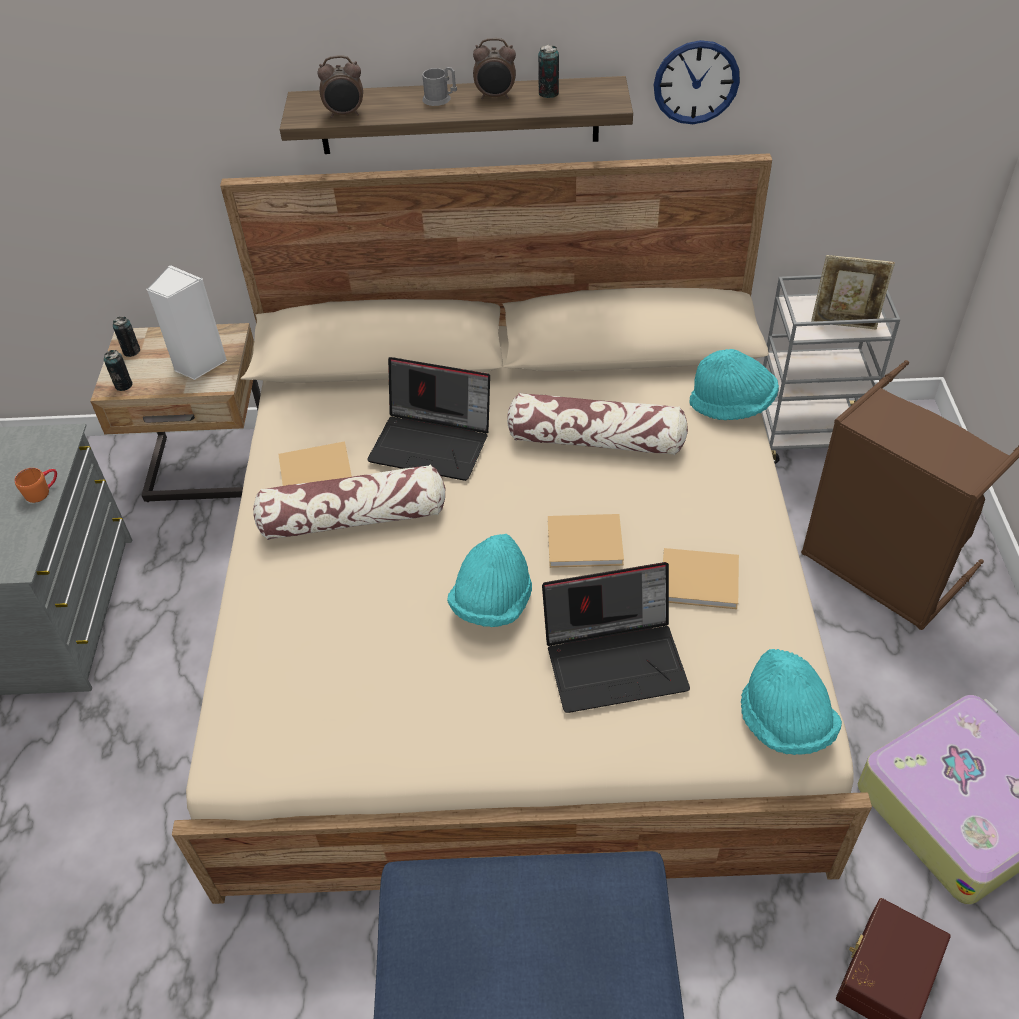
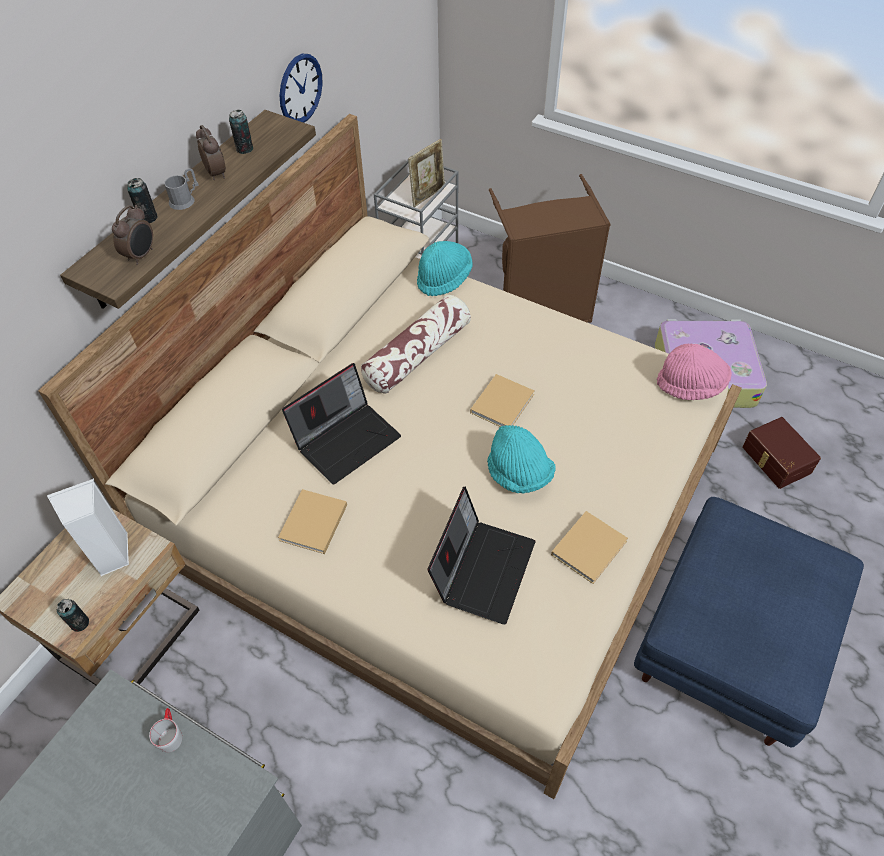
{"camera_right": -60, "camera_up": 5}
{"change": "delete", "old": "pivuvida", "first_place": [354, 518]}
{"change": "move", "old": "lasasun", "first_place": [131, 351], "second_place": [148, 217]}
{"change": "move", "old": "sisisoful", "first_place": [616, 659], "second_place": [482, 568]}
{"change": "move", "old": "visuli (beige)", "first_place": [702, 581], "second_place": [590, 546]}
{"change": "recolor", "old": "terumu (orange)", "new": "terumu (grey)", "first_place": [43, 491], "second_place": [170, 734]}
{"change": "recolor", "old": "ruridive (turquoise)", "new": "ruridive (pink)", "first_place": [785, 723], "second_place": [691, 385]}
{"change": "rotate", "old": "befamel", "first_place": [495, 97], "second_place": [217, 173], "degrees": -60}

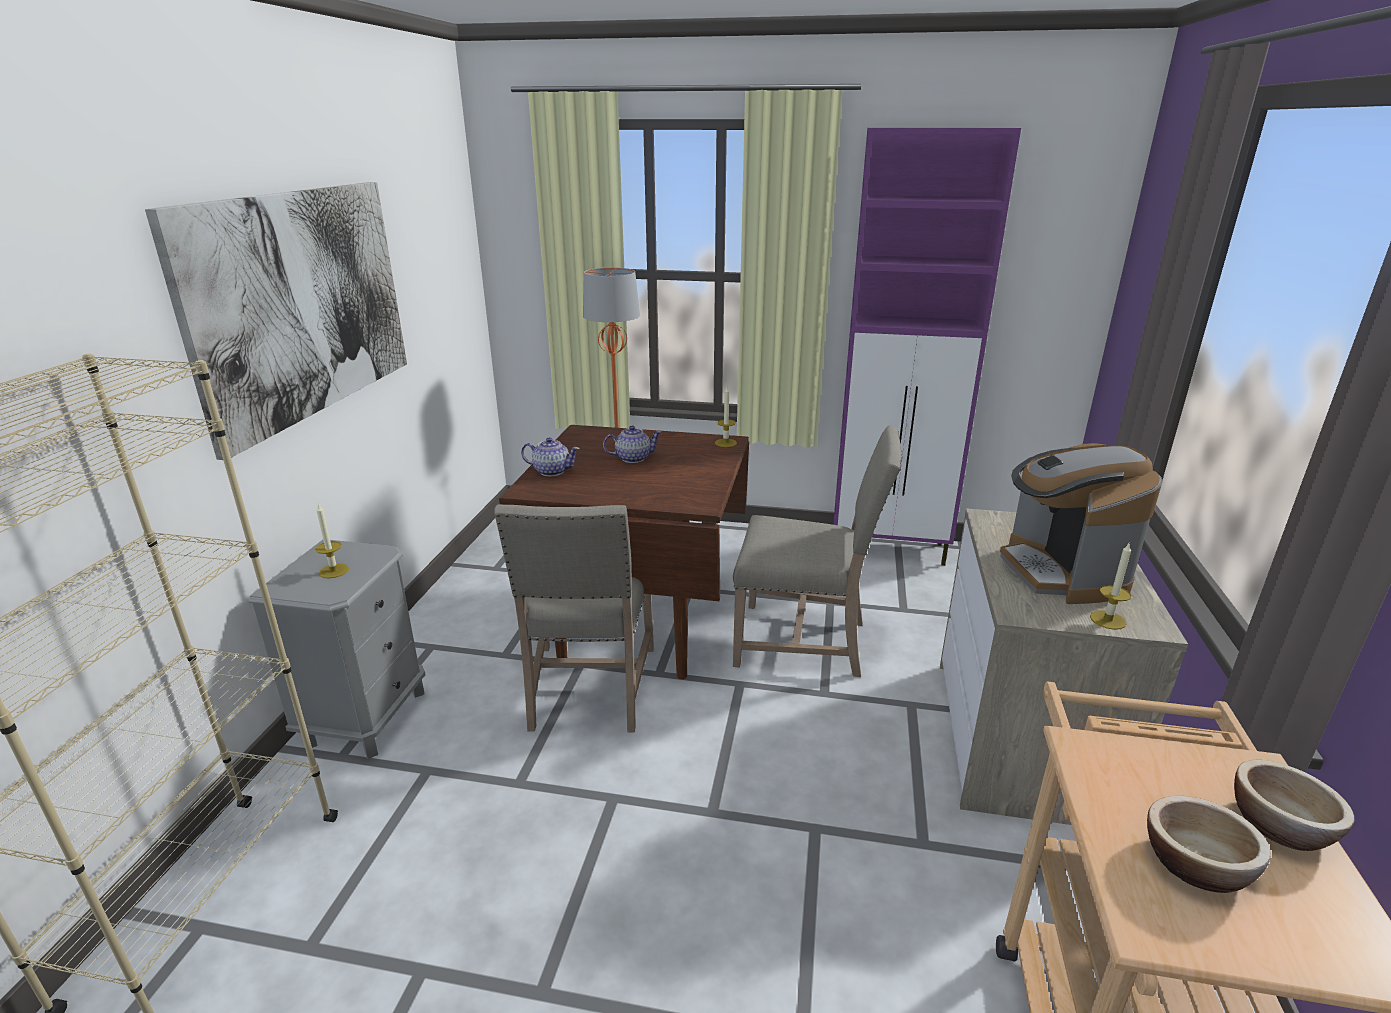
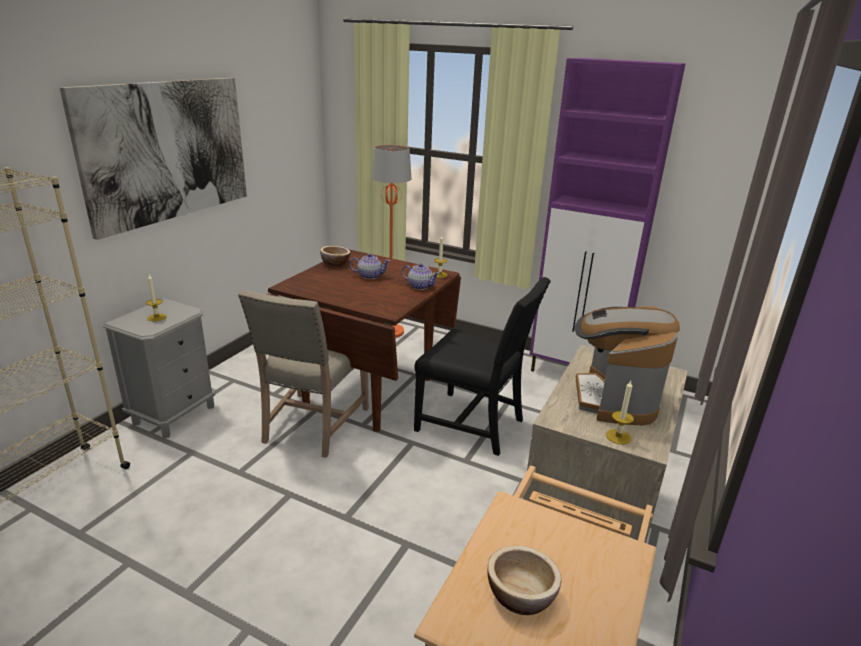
{"camera_right": 15, "camera_up": 0}
{"change": "move", "old": "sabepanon", "first_place": [551, 471], "second_place": [420, 286]}
{"change": "move", "old": "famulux", "first_place": [1279, 825], "second_place": [335, 263]}
{"change": "recolor", "old": "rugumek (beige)", "new": "rugumek (black)", "first_place": [805, 641], "second_place": [473, 424]}

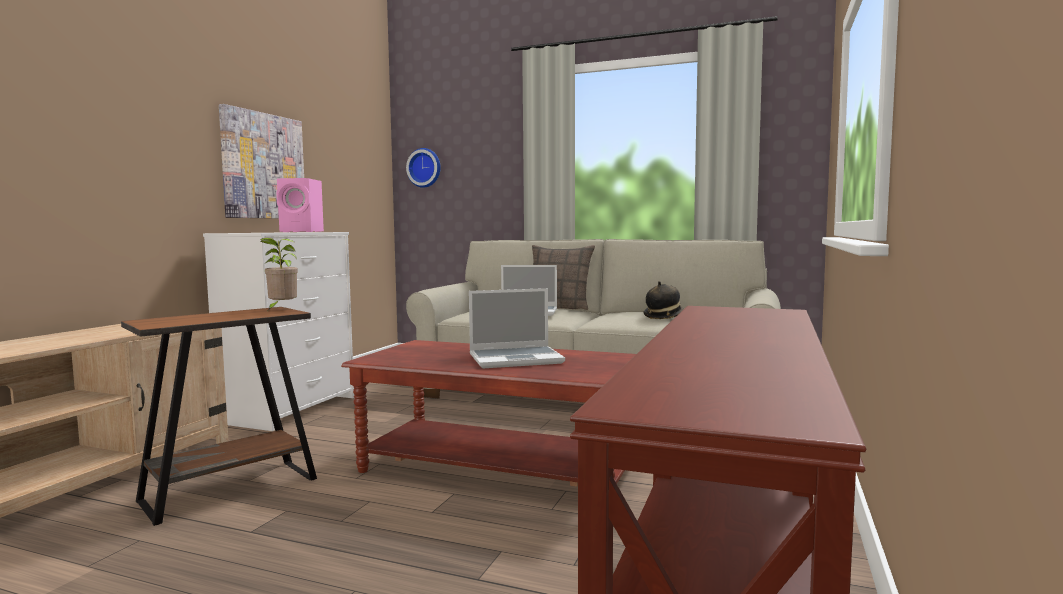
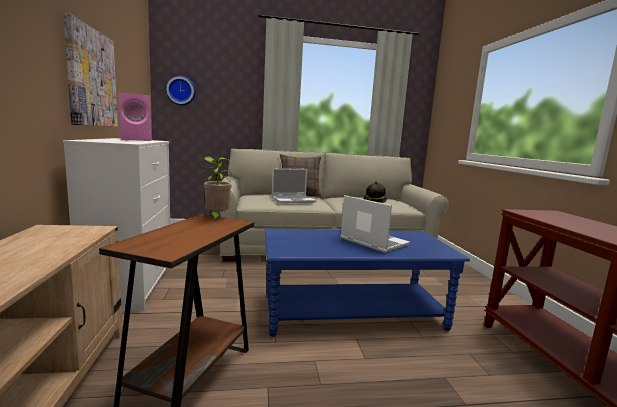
{"camera_right": -30, "camera_up": 5}
{"change": "recolor", "old": "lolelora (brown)", "new": "lolelora (blue)", "first_place": [500, 468], "second_place": [353, 312]}
{"change": "rotate", "old": "sisisoful", "first_place": [516, 359], "second_place": [372, 242], "degrees": -90}

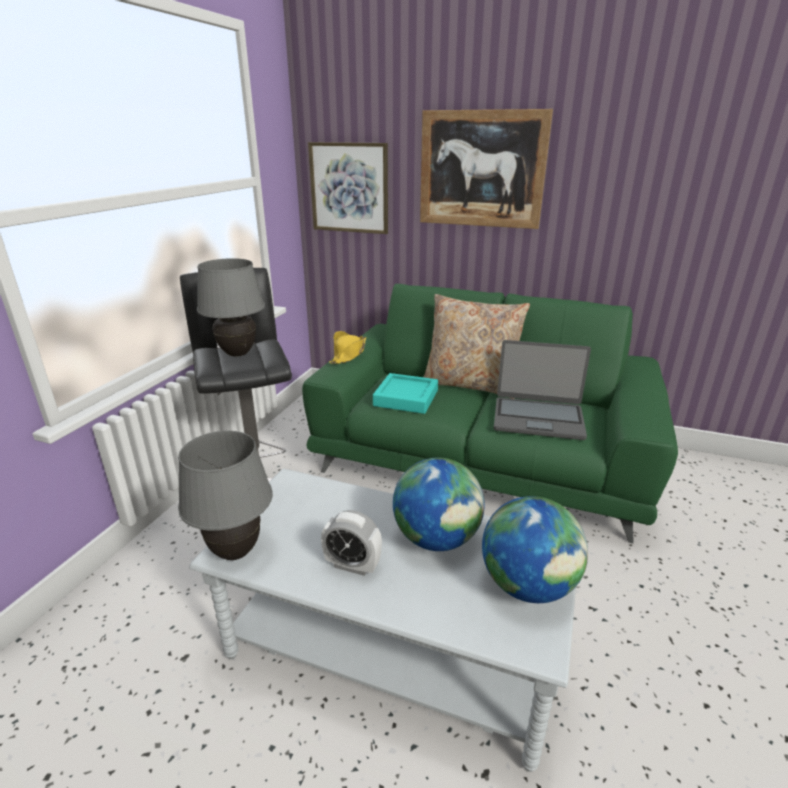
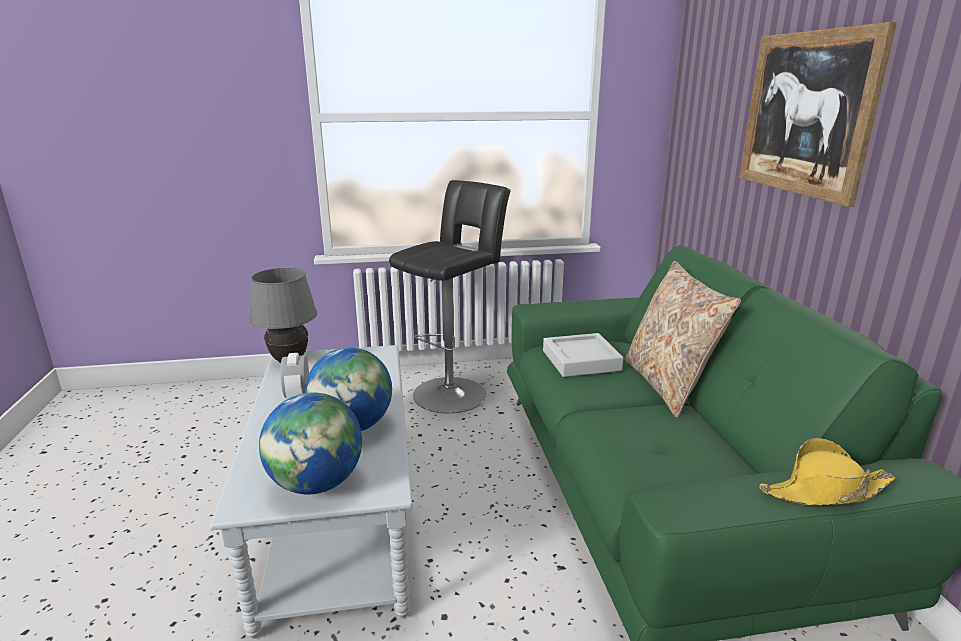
{"camera_right": 60, "camera_up": -5}
{"change": "delete", "old": "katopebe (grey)", "first_place": [237, 354]}
{"change": "delete", "old": "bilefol", "first_place": [349, 188]}
{"change": "delete", "old": "sisisoful", "first_place": [538, 418]}
{"change": "move", "old": "ruridive (yellow)", "first_place": [348, 354], "second_place": [824, 491]}
{"change": "recolor", "old": "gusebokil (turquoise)", "new": "gusebokil (grey)", "first_place": [406, 398], "second_place": [581, 360]}

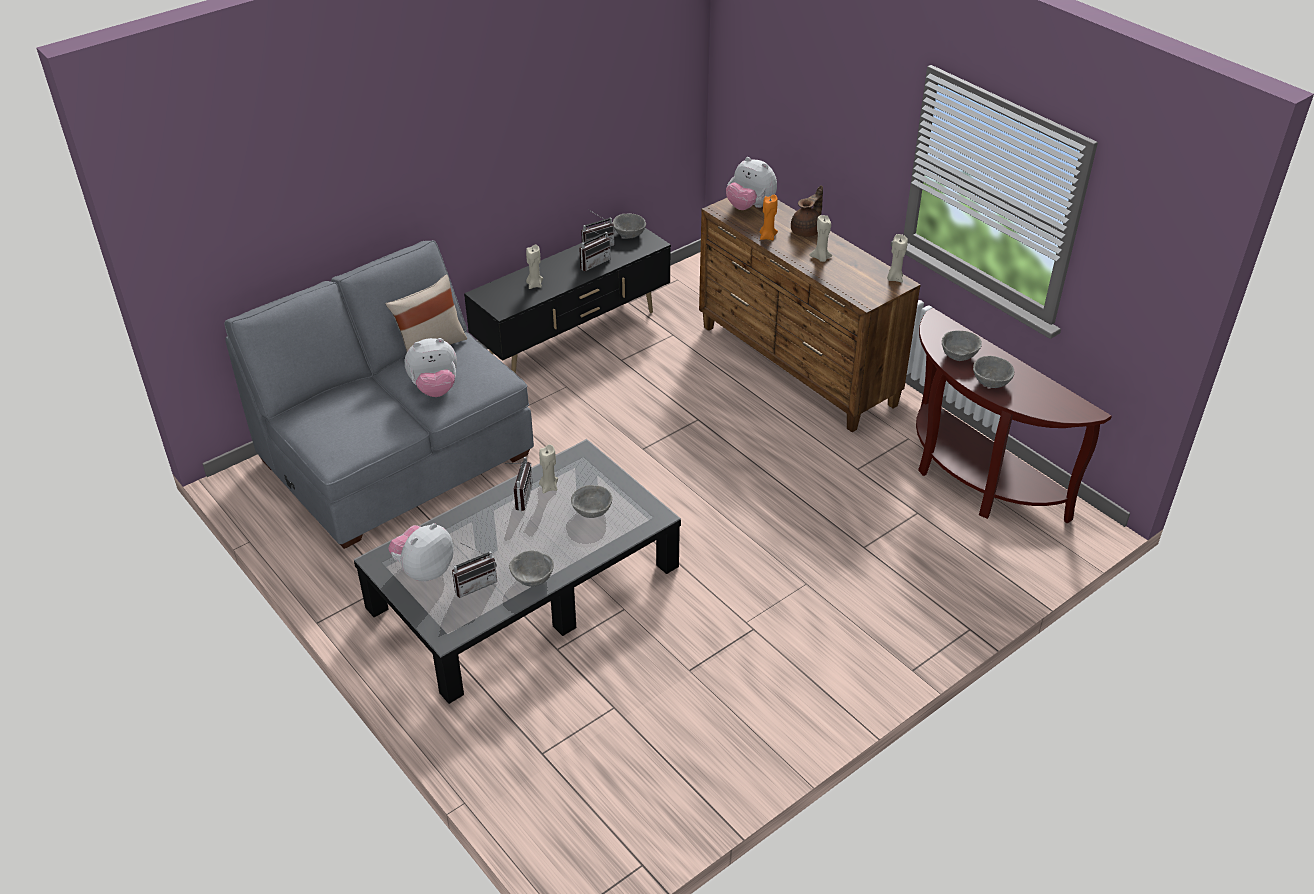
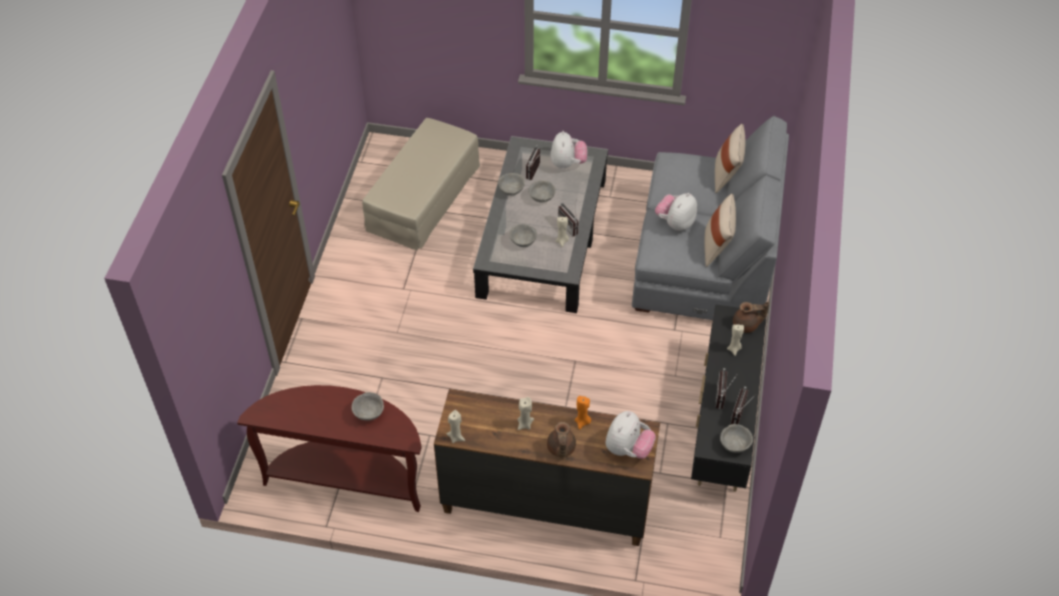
{"camera_right": 140, "camera_up": 10}
{"change": "insert", "new": "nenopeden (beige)", "second_place": [423, 196]}
{"change": "insert", "new": "pivuvida (beige)", "second_place": [726, 176]}
{"change": "insert", "new": "sabepanon (brown)", "second_place": [746, 325]}
{"change": "move", "old": "famulux (grey)", "first_place": [990, 382], "second_place": [542, 198]}
{"change": "rotate", "old": "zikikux", "first_place": [750, 207], "second_place": [628, 449], "degrees": 120}

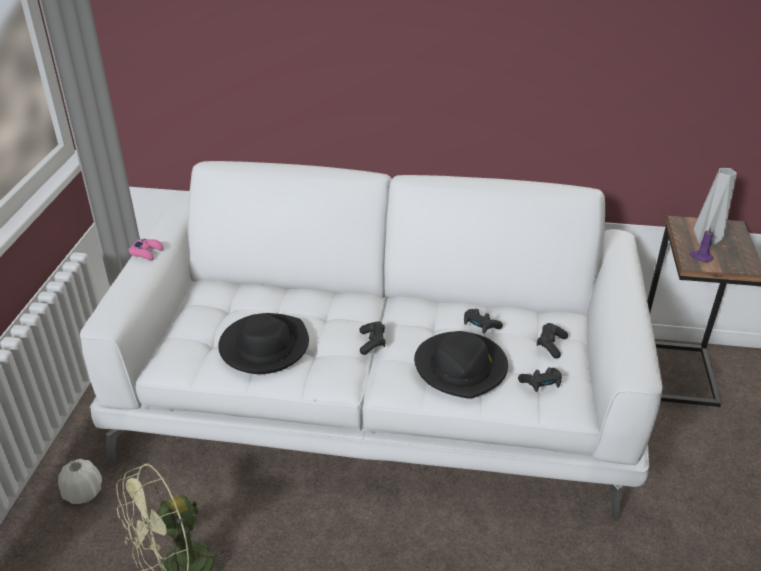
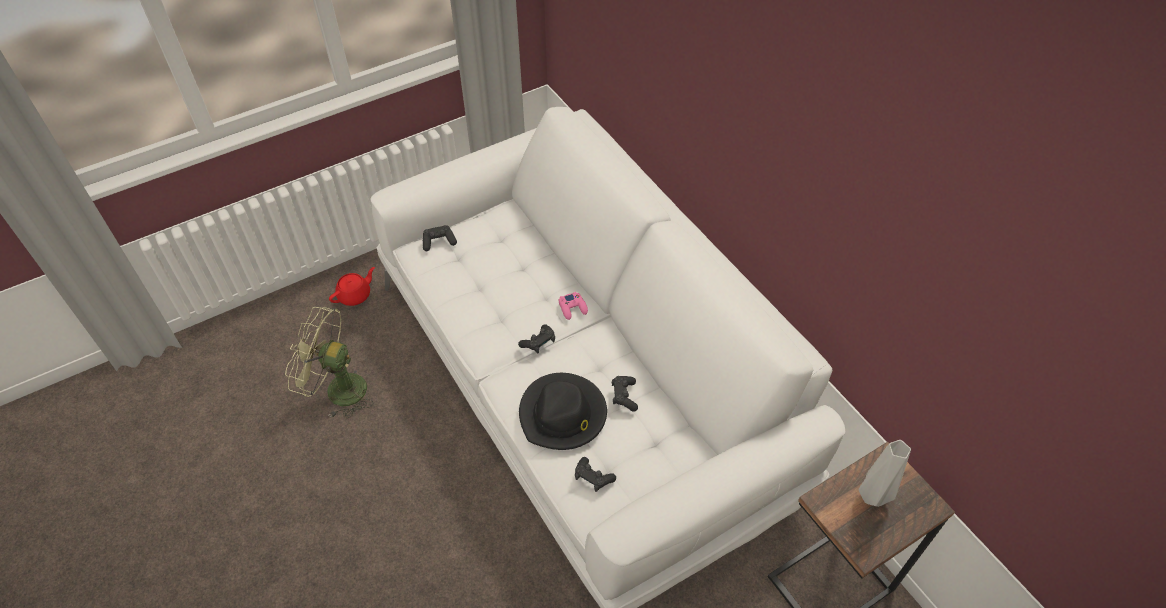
{"camera_right": 50, "camera_up": 15}
{"change": "delete", "old": "ruridive (black)", "first_place": [264, 347]}
{"change": "delete", "old": "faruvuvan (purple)", "first_place": [700, 257]}
{"change": "move", "old": "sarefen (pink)", "first_place": [147, 252], "second_place": [573, 308]}
{"change": "move", "old": "sarefen (black)", "first_place": [551, 345], "second_place": [439, 242]}
{"change": "replace", "old": "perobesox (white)", "new": "sabepanon (red)", "first_place": [83, 492], "second_place": [355, 295]}

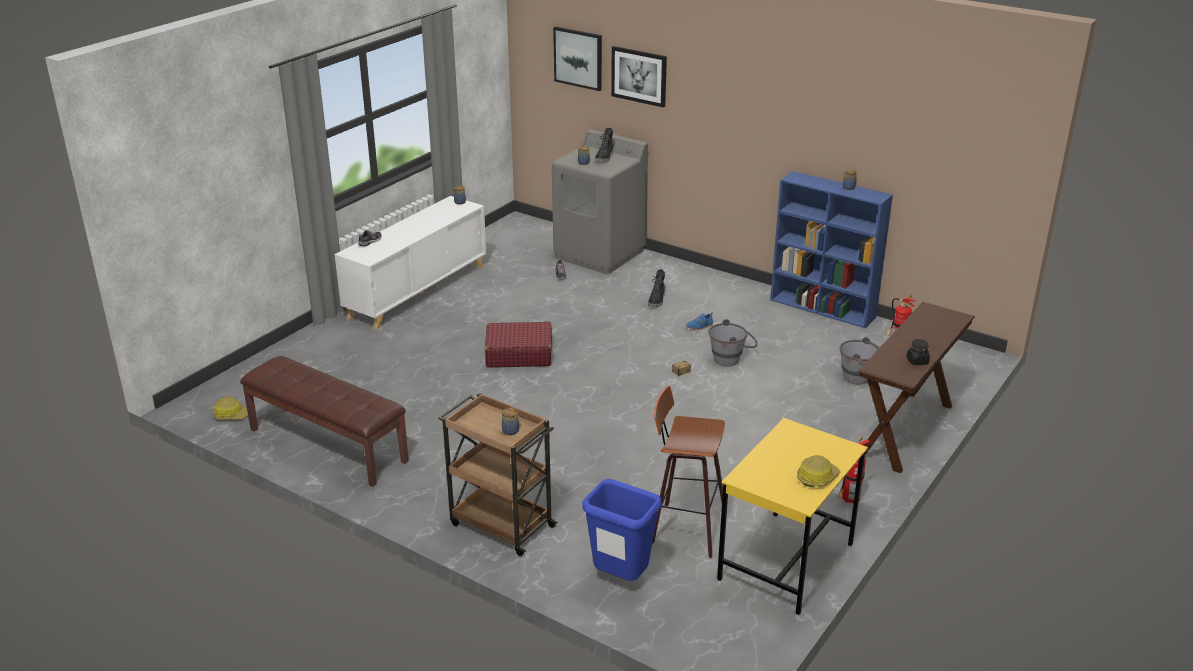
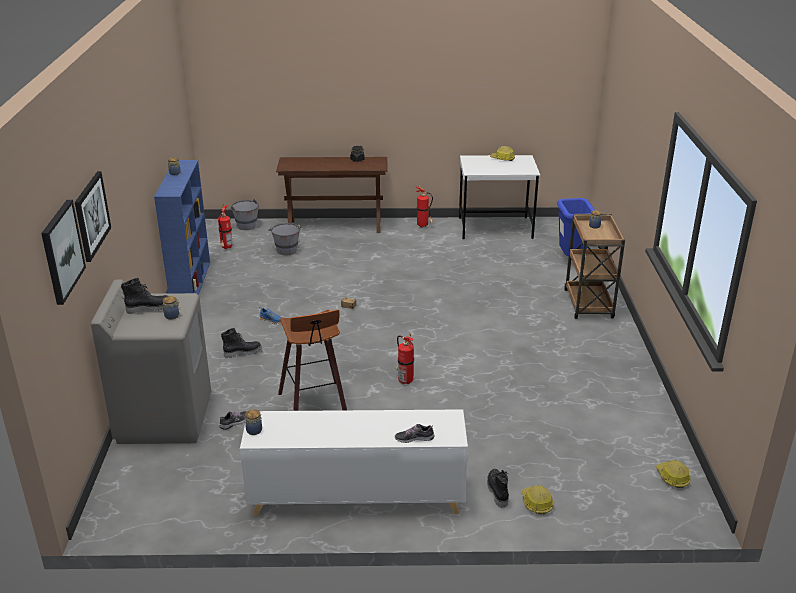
{"camera_right": -125, "camera_up": 0}
{"change": "delete", "old": "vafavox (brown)", "first_place": [327, 445]}
{"change": "insert", "new": "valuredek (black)", "second_place": [497, 491]}
{"change": "insert", "new": "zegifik", "second_place": [536, 503]}
{"change": "move", "old": "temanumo", "first_place": [685, 527], "second_place": [315, 403]}
{"change": "move", "old": "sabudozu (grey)", "first_place": [732, 359], "second_place": [244, 225]}
{"change": "replace", "old": "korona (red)", "new": "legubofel", "first_place": [518, 354], "second_place": [404, 380]}
{"change": "recolor", "old": "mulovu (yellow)", "new": "mulovu (white)", "first_place": [786, 563], "second_place": [495, 228]}

